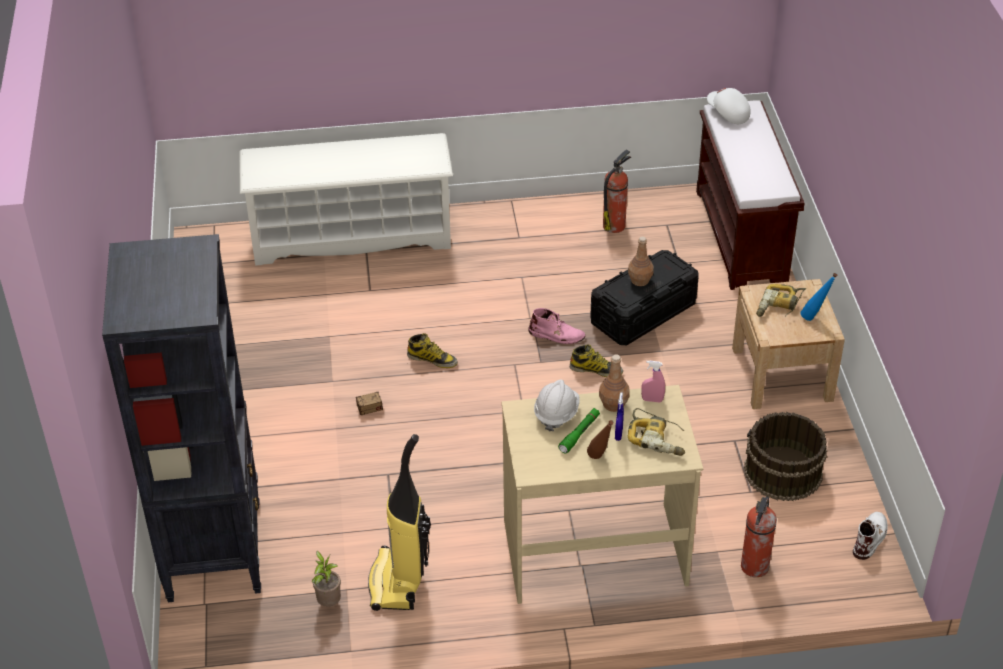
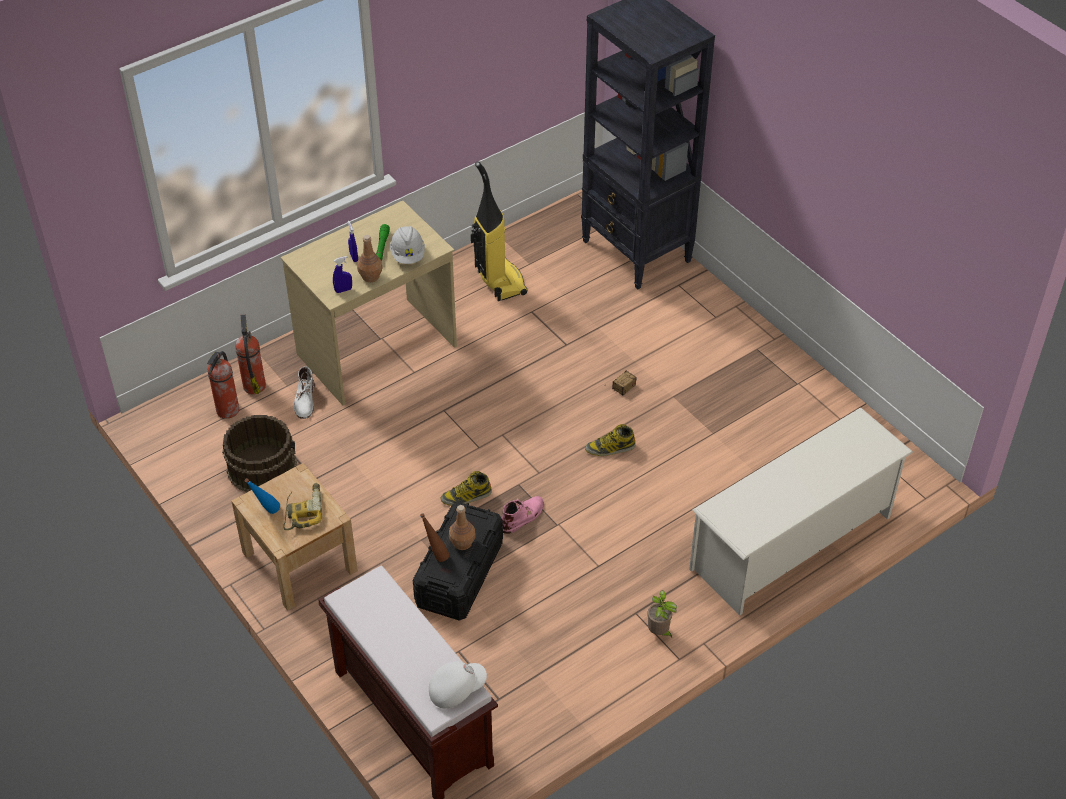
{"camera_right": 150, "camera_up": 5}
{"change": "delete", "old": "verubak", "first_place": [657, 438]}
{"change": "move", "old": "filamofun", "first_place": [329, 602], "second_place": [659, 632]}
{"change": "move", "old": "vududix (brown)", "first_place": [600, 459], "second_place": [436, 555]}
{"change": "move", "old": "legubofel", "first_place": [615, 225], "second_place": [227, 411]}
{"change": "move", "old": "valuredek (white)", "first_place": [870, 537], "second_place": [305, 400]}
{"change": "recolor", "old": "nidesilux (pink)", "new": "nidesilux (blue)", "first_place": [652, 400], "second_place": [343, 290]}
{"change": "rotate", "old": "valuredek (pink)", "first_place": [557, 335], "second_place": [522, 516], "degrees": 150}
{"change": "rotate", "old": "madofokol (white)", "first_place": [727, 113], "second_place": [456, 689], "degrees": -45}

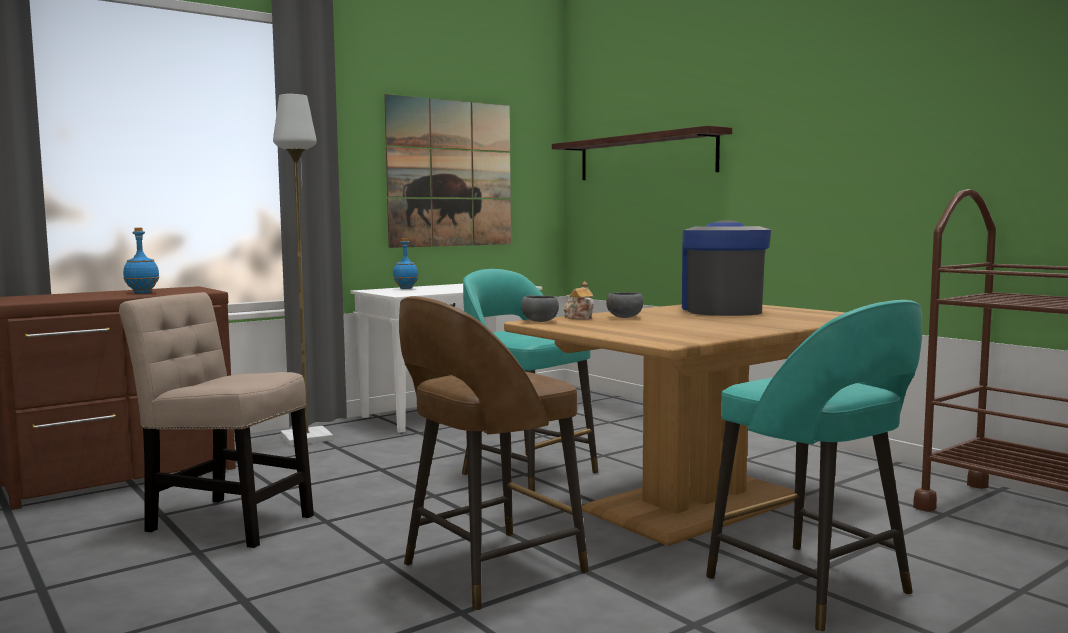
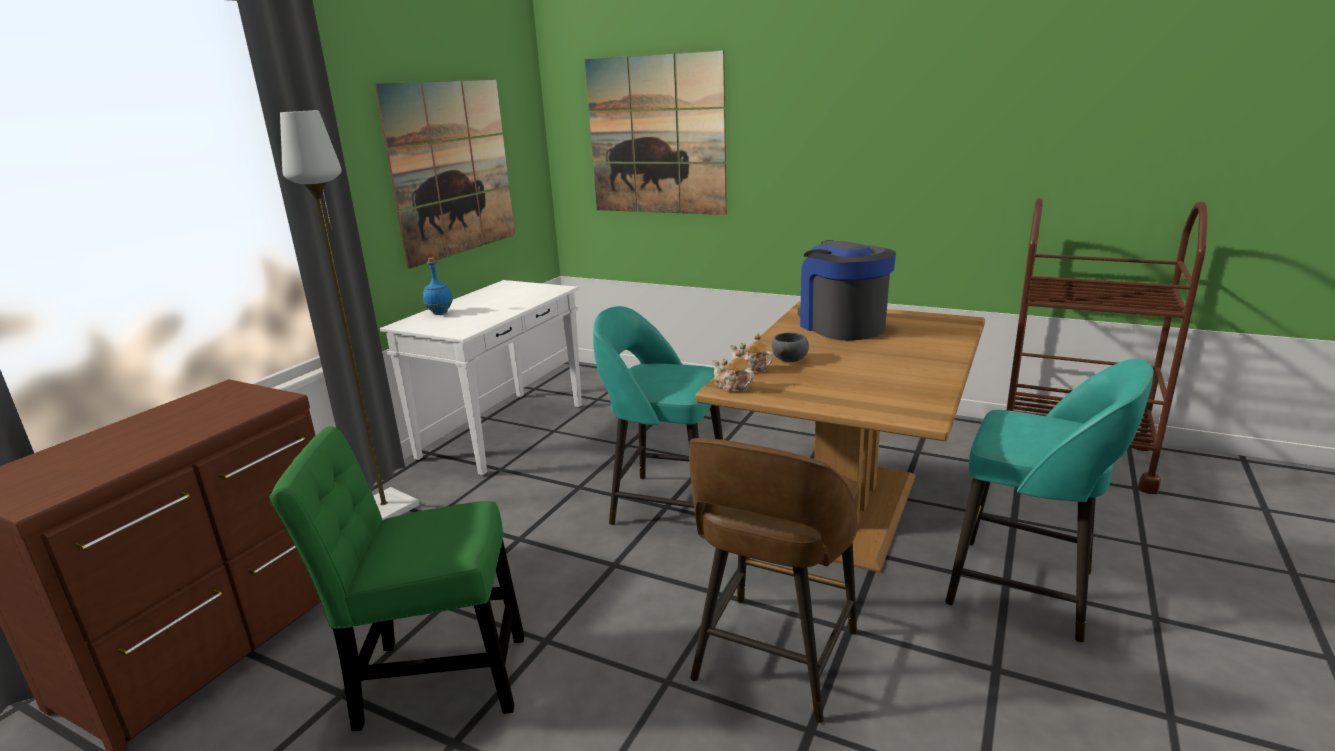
{"camera_right": -25, "camera_up": 15}
{"change": "delete", "old": "vududix (blue)", "first_place": [142, 293]}
{"change": "replace", "old": "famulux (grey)", "new": "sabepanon", "first_place": [539, 321], "second_place": [731, 387]}
{"change": "replace", "old": "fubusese", "new": "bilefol", "first_place": [645, 157], "second_place": [656, 136]}
{"change": "recolor", "old": "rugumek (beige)", "new": "rugumek (green)", "first_place": [225, 521], "second_place": [433, 679]}

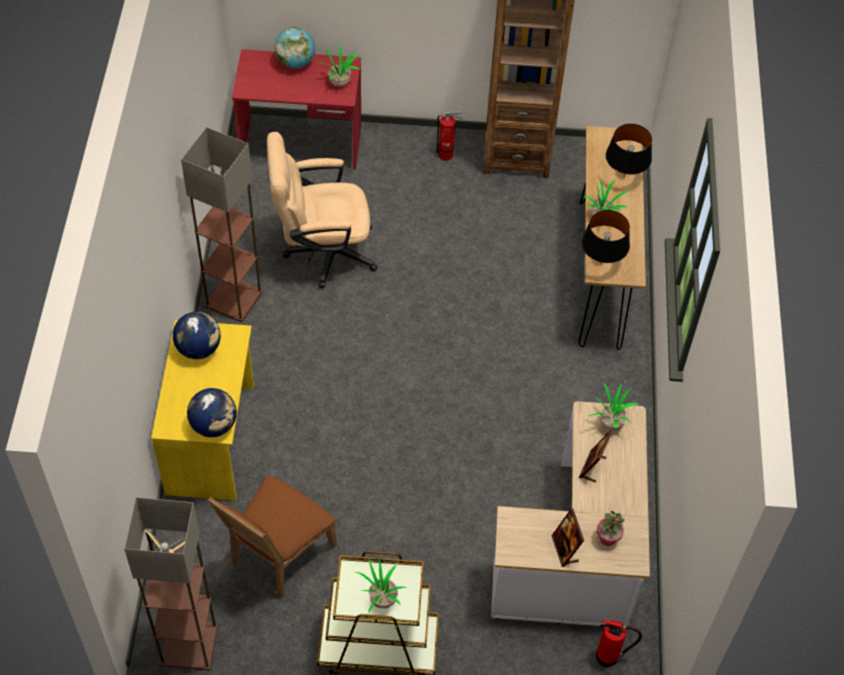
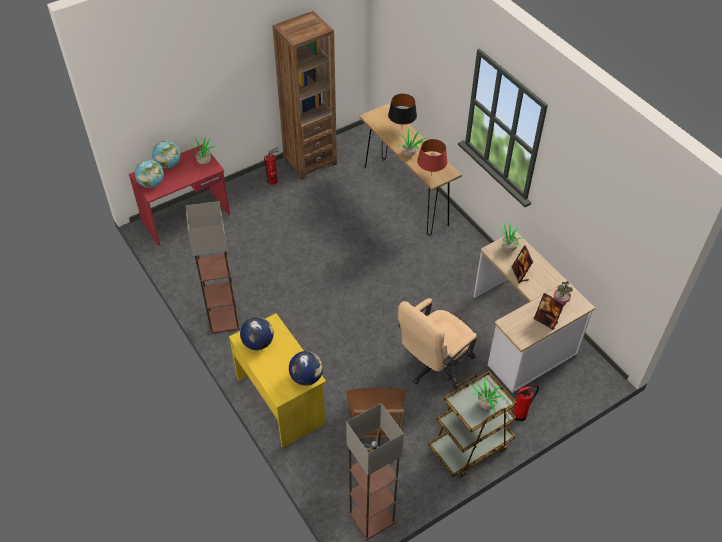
{"camera_right": -35, "camera_up": -5}
{"change": "insert", "new": "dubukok", "second_place": [151, 184]}
{"change": "move", "old": "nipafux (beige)", "first_place": [322, 252], "second_place": [434, 366]}
{"change": "move", "old": "legubofel", "first_place": [609, 656], "second_place": [521, 414]}
{"change": "recolor", "old": "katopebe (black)", "new": "katopebe (red)", "first_place": [601, 263], "second_place": [431, 175]}

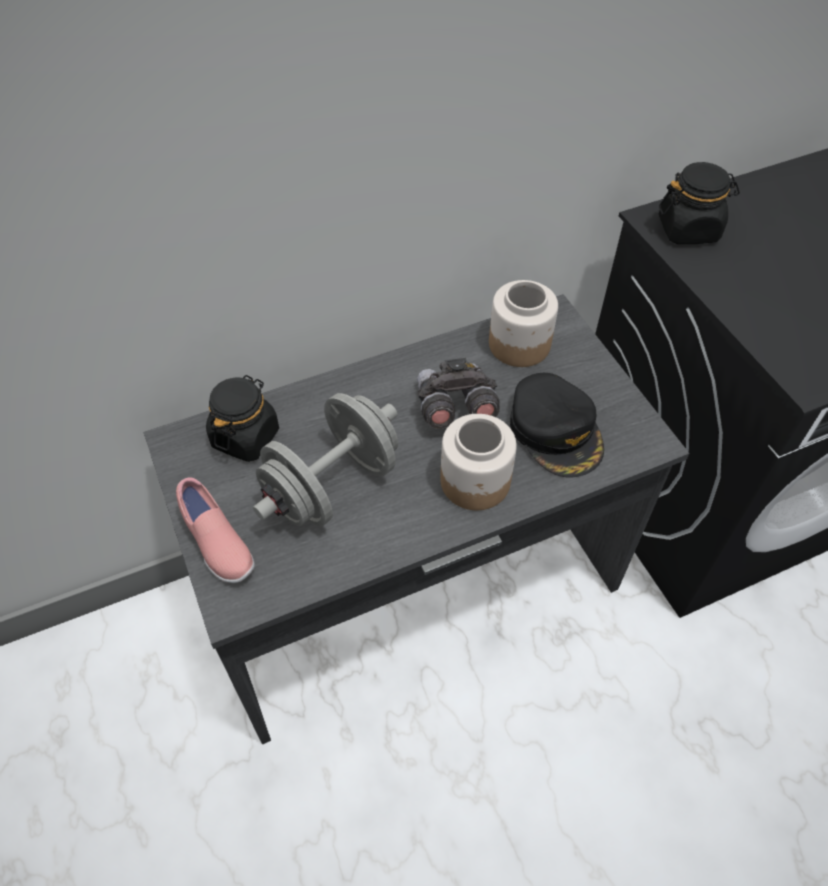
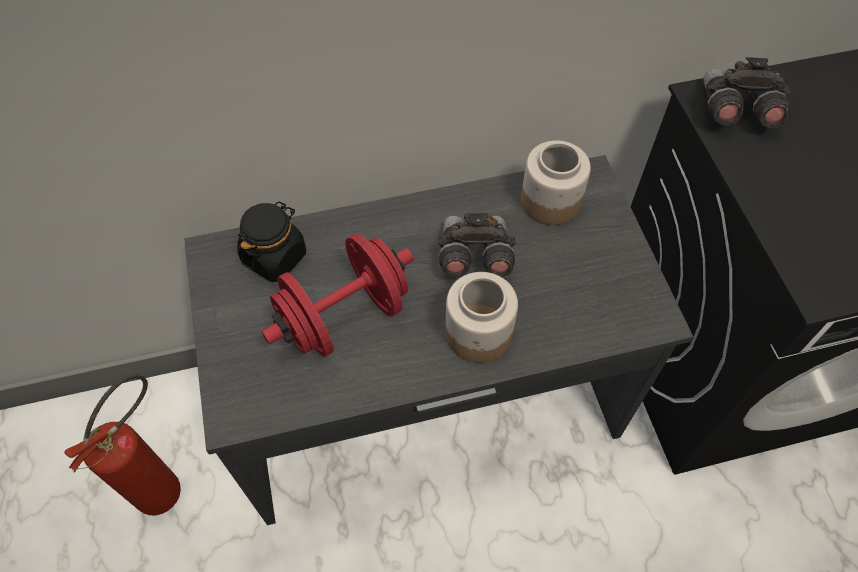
{"camera_right": 10, "camera_up": 5}
{"change": "delete", "old": "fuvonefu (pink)", "first_place": [216, 543]}
{"change": "delete", "old": "madofokol (black)", "first_place": [556, 431]}
{"change": "insert", "new": "legubofel", "second_place": [167, 483]}
{"change": "replace", "old": "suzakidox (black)", "new": "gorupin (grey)", "first_place": [688, 229], "second_place": [735, 112]}
{"change": "recolor", "old": "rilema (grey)", "new": "rilema (red)", "first_place": [332, 486], "second_place": [344, 317]}

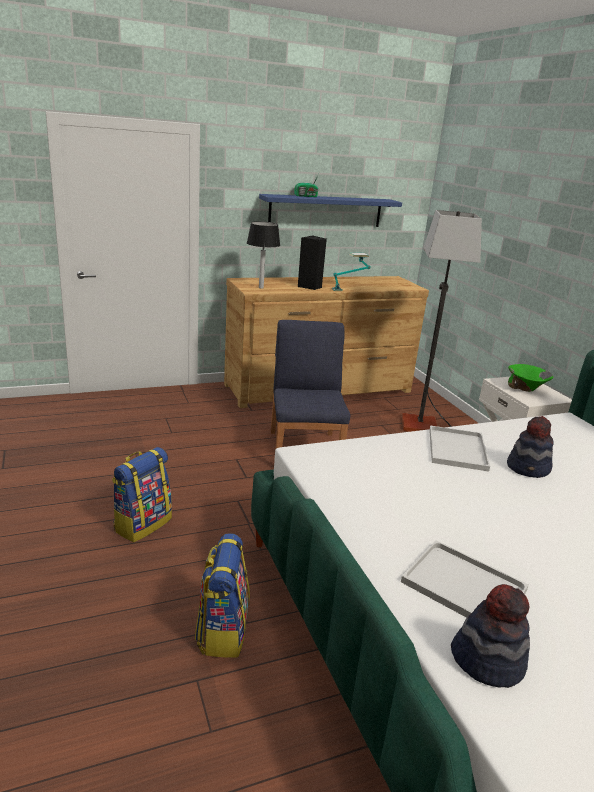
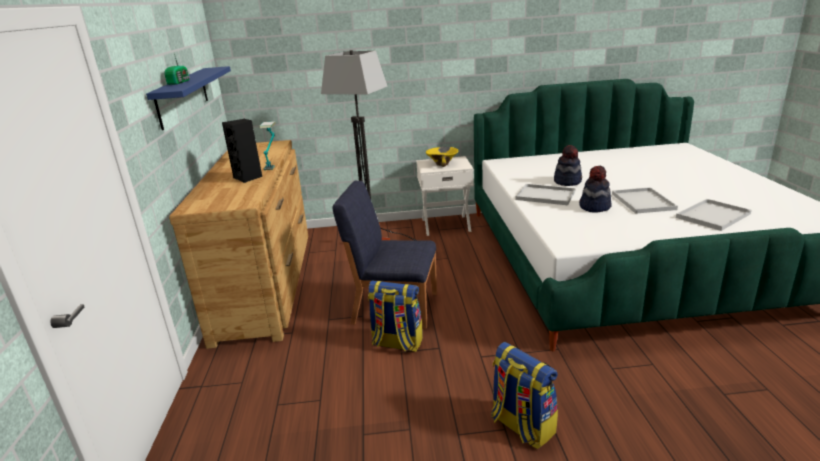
{"camera_right": -70, "camera_up": 0}
{"change": "delete", "old": "katopebe", "first_place": [260, 287]}
{"change": "insert", "new": "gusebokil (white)", "second_place": [644, 202]}
{"change": "move", "old": "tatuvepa", "first_place": [222, 630], "second_place": [396, 343]}
{"change": "move", "old": "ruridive", "first_place": [487, 660], "second_place": [594, 207]}
{"change": "recolor", "old": "famulux (green)", "new": "famulux (yellow)", "first_place": [526, 389], "second_place": [442, 164]}

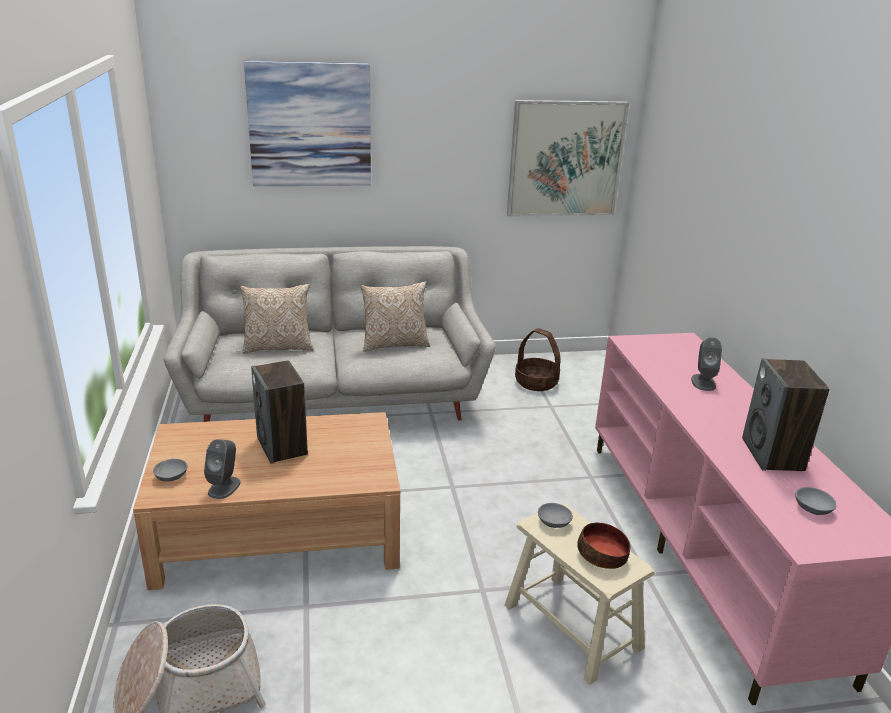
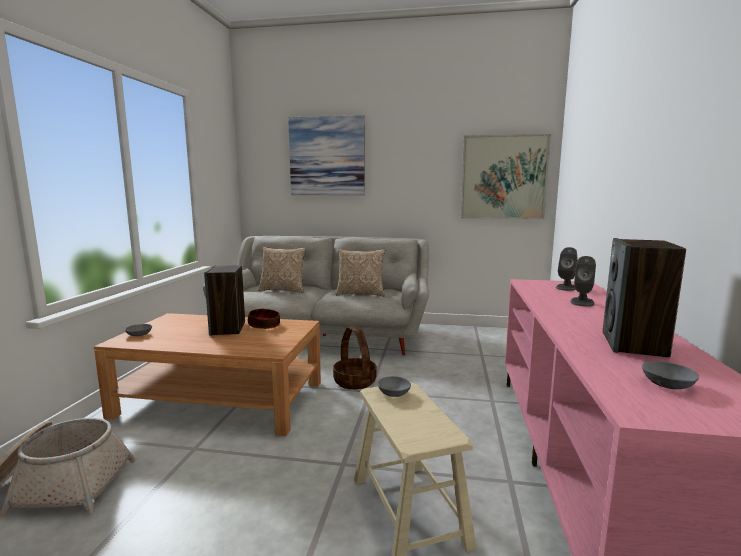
{"camera_right": 20, "camera_up": -15}
{"change": "move", "old": "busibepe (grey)", "first_place": [224, 487], "second_place": [566, 287]}
{"change": "move", "old": "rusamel", "first_place": [536, 382], "second_place": [355, 381]}
{"change": "move", "old": "famulux", "first_place": [602, 555], "second_place": [264, 326]}

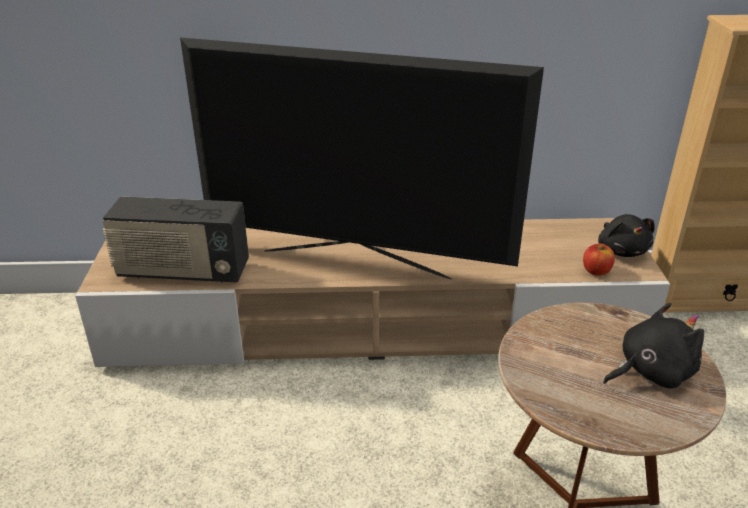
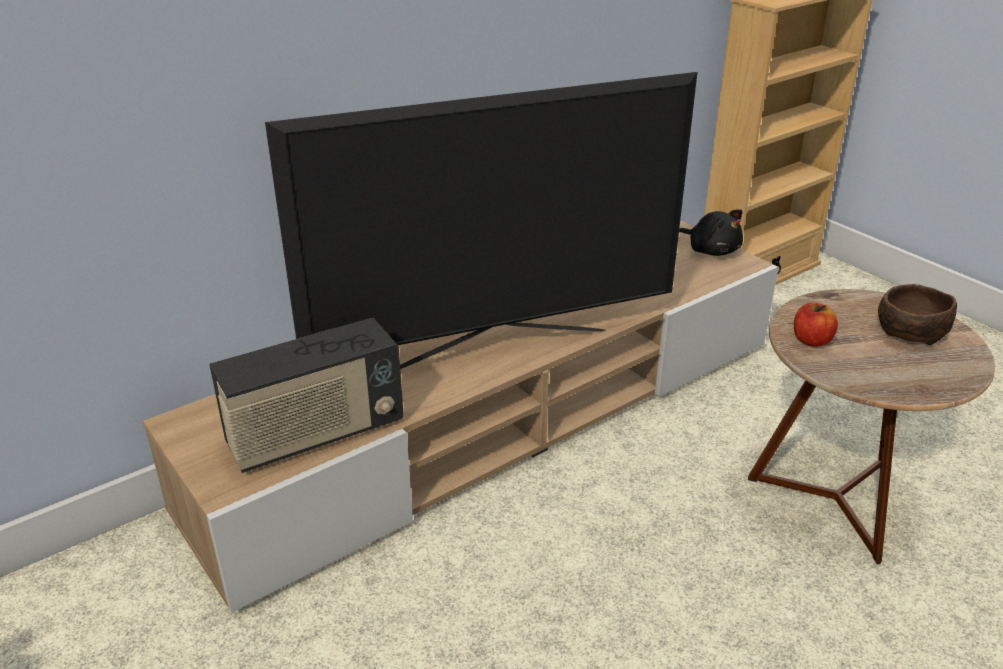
{"camera_right": -35, "camera_up": 0}
{"change": "move", "old": "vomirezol", "first_place": [596, 271], "second_place": [811, 340]}
{"change": "replace", "old": "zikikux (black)", "new": "famulux (brown)", "first_place": [650, 372], "second_place": [909, 332]}

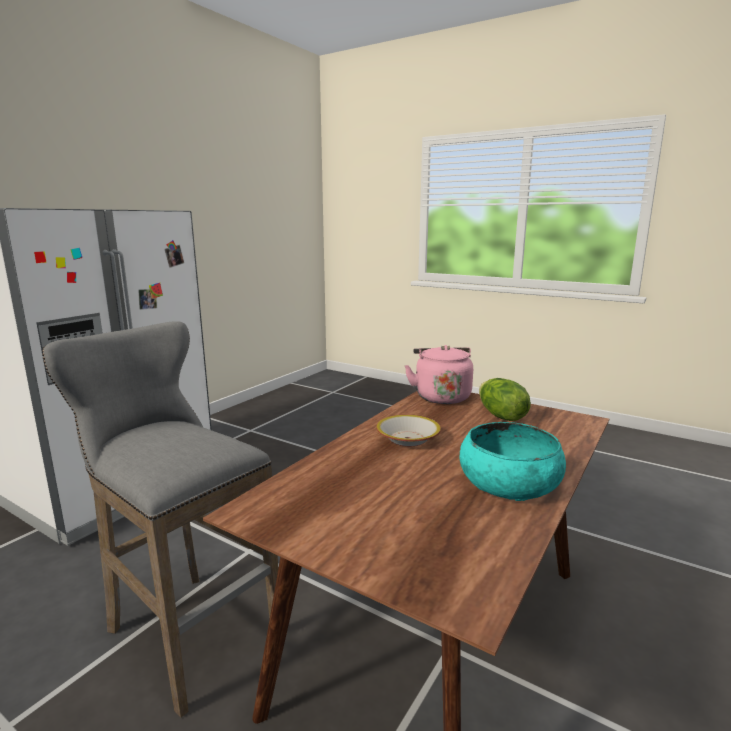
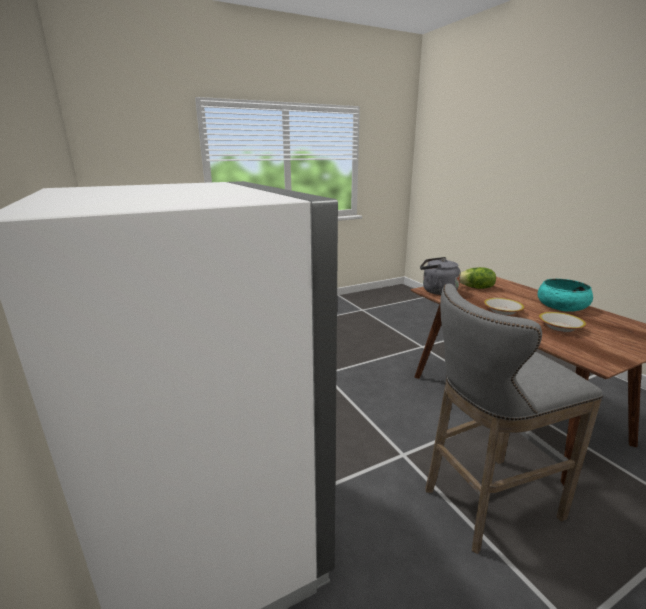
{"camera_right": -60, "camera_up": 5}
{"change": "insert", "new": "famulux", "second_place": [559, 327]}
{"change": "recolor", "old": "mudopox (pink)", "new": "mudopox (grey)", "first_place": [441, 396], "second_place": [437, 291]}

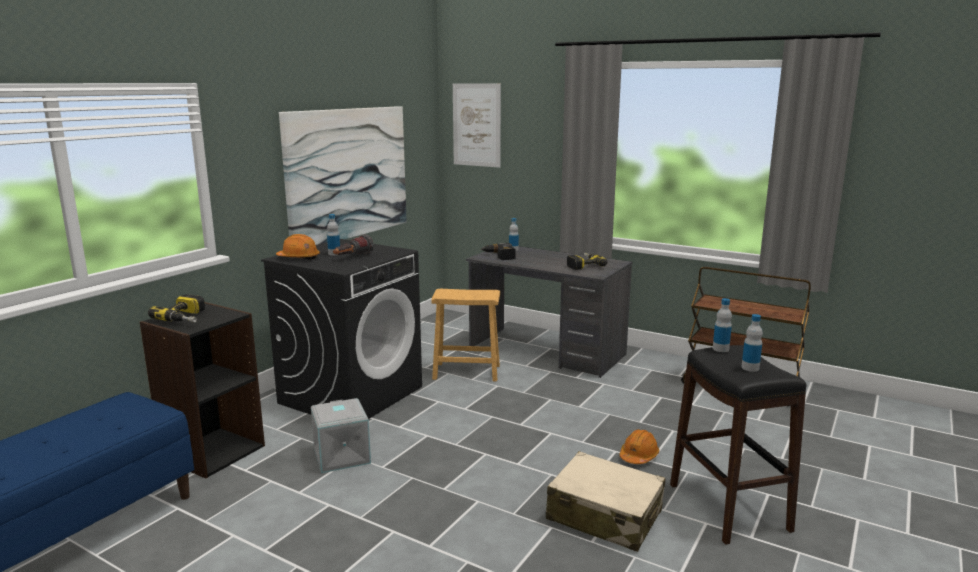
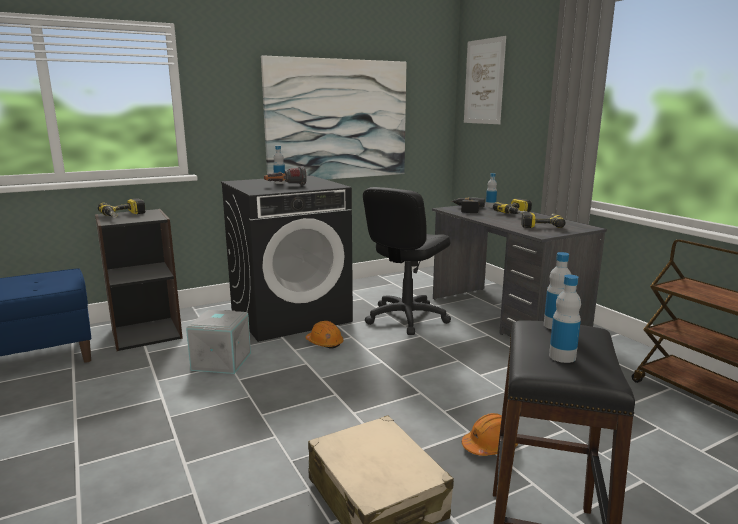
{"camera_right": 30, "camera_up": 0}
{"change": "insert", "new": "verubak", "second_place": [518, 214]}
{"change": "move", "old": "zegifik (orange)", "first_place": [298, 258], "second_place": [324, 343]}
{"change": "replace", "old": "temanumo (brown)", "new": "nipafux (black)", "first_place": [466, 372], "second_place": [406, 318]}

